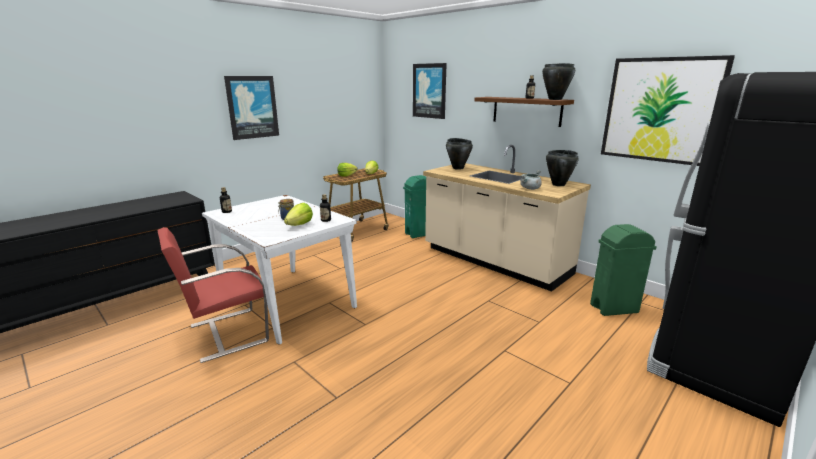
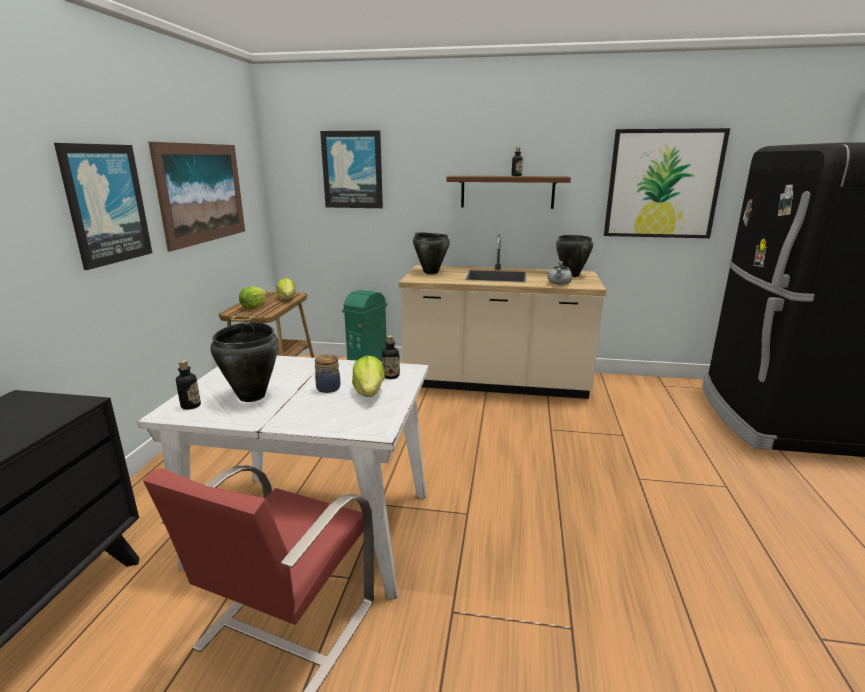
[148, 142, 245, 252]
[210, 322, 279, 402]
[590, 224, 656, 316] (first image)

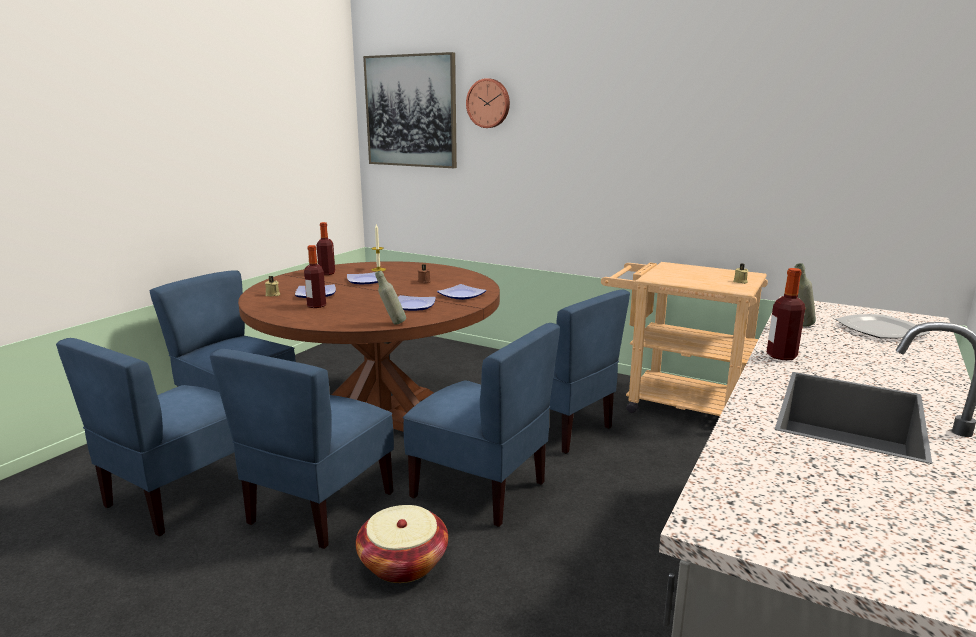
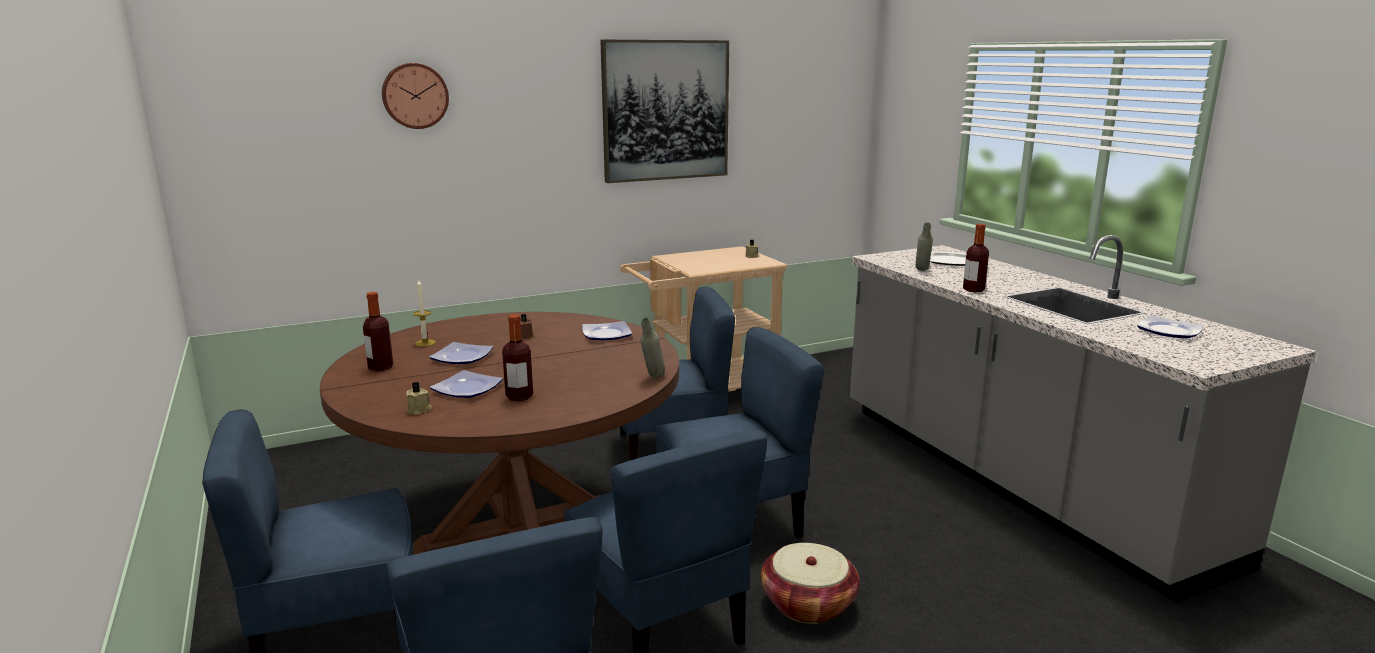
[600, 40, 729, 183]
[1137, 315, 1203, 338]

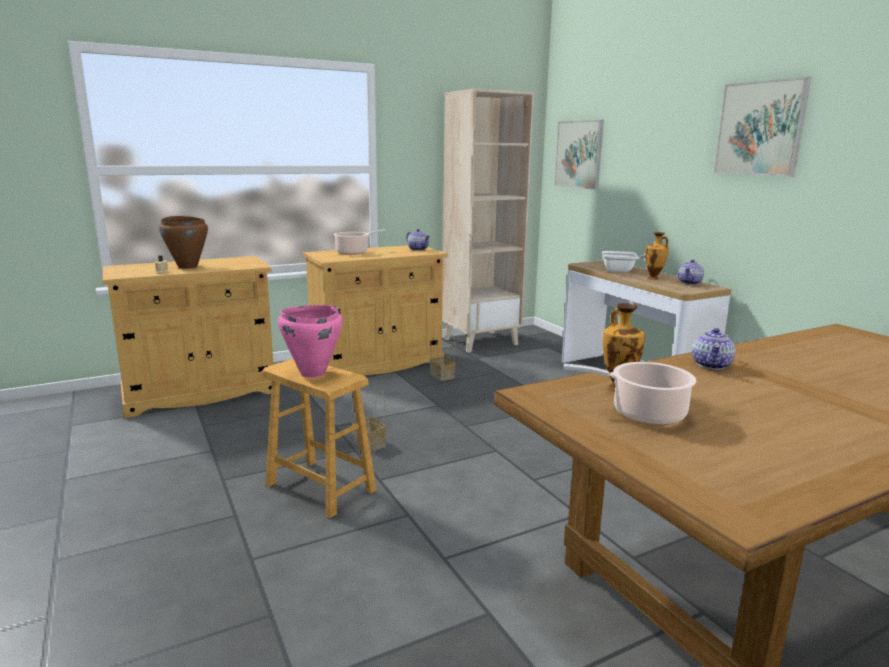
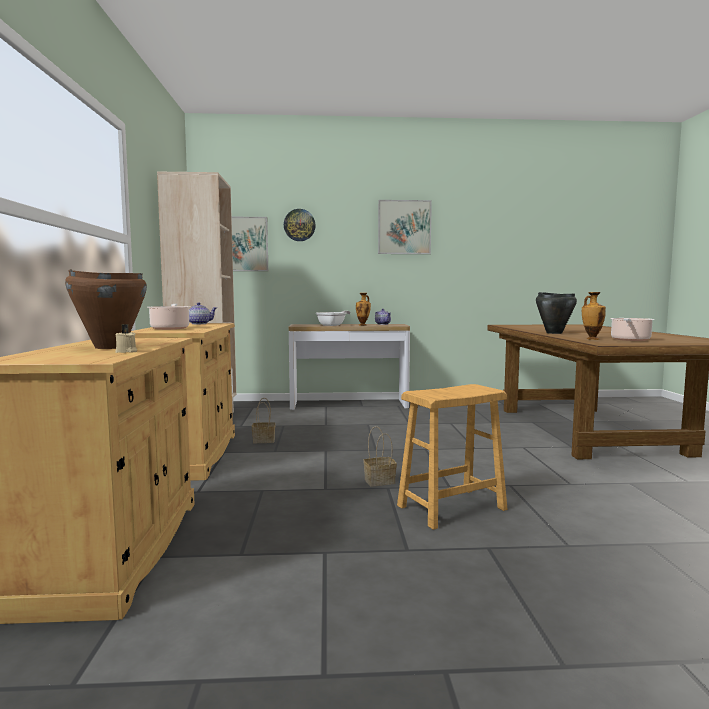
[284, 209, 316, 241]
[536, 292, 577, 334]
[278, 305, 343, 378] (first image)

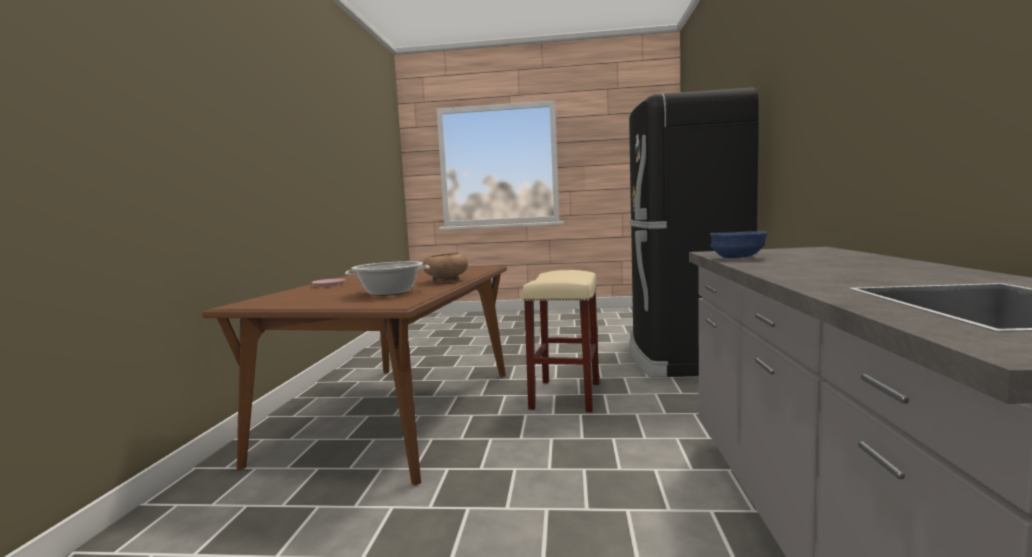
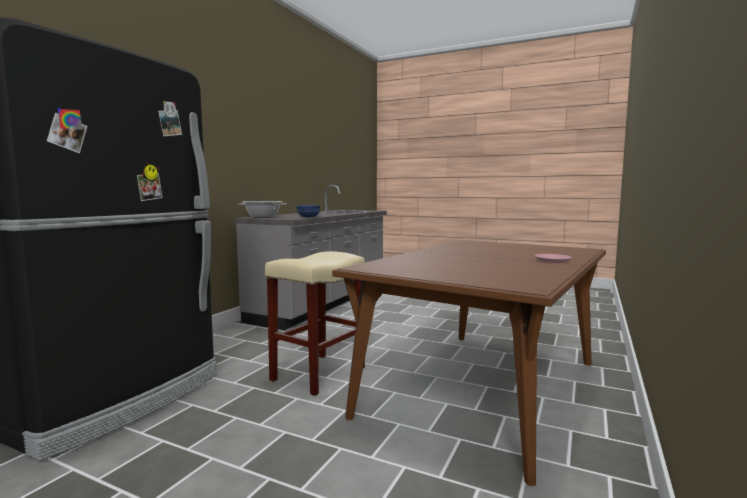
[238, 201, 287, 218]
[423, 253, 468, 282] (first image)

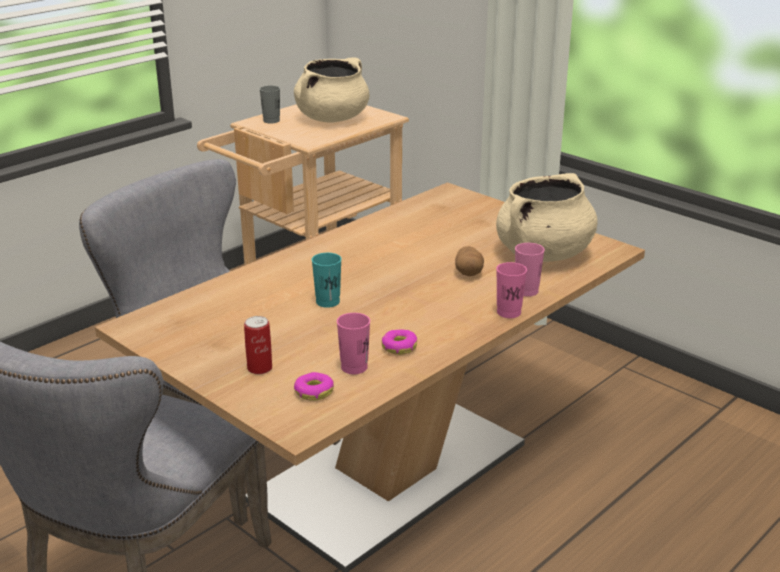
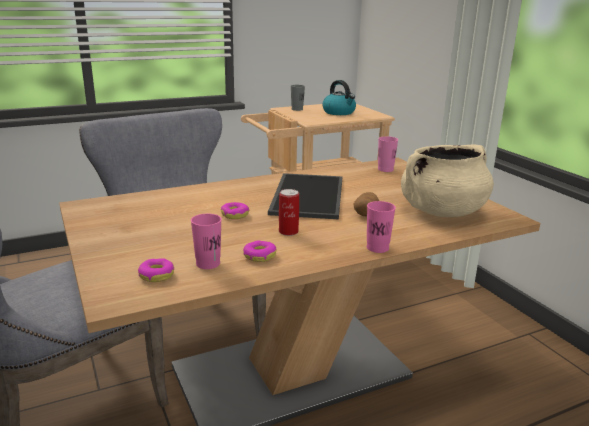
[221, 202, 249, 219]
[268, 173, 342, 219]
[279, 189, 299, 236]
[323, 80, 356, 115]
[378, 136, 398, 172]

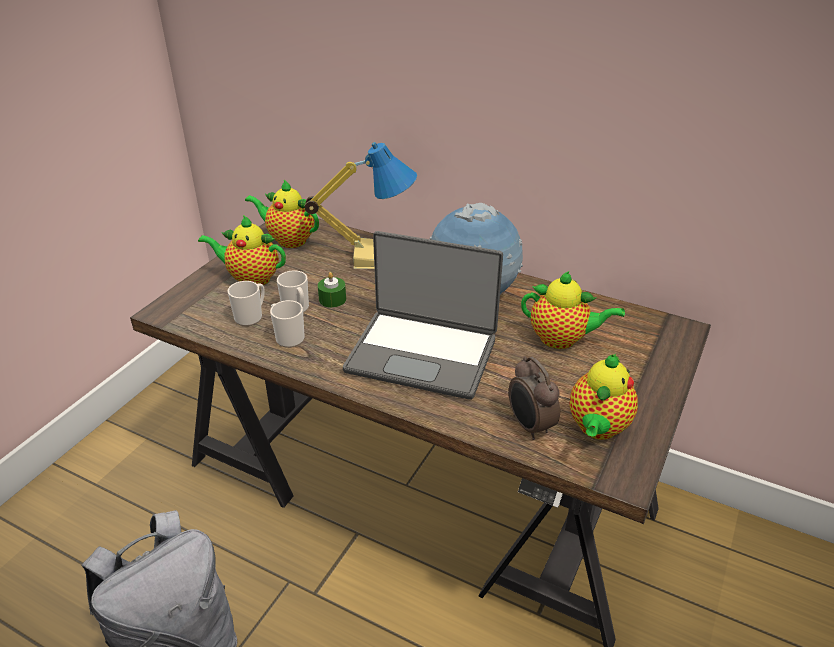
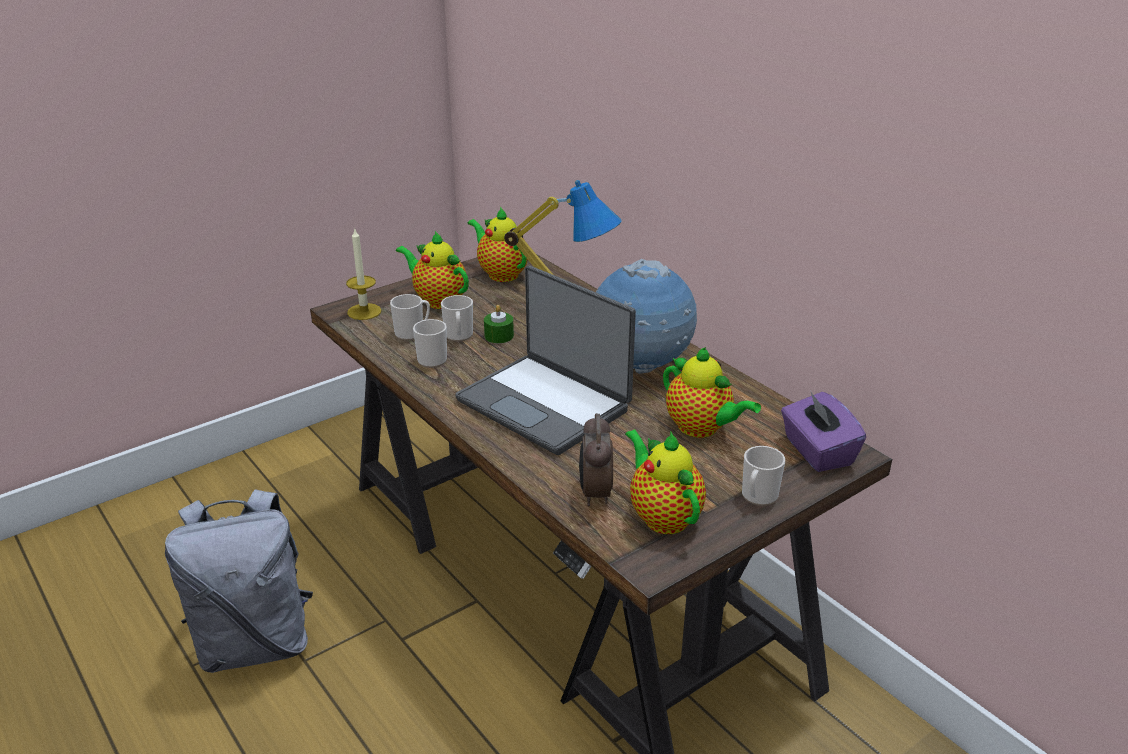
[346, 227, 381, 320]
[625, 429, 706, 534]
[742, 446, 785, 506]
[781, 392, 866, 472]

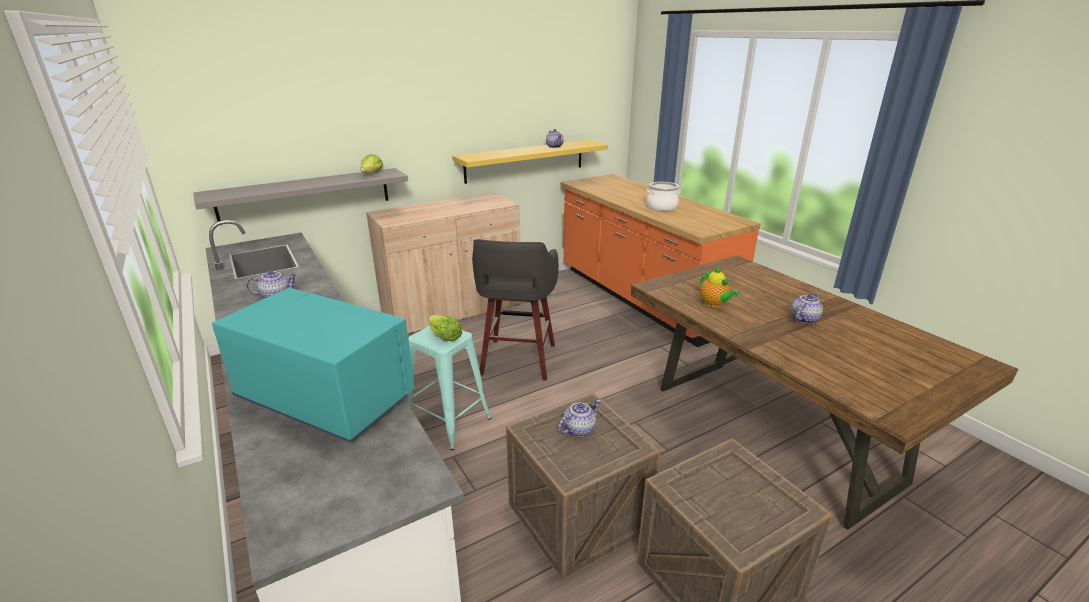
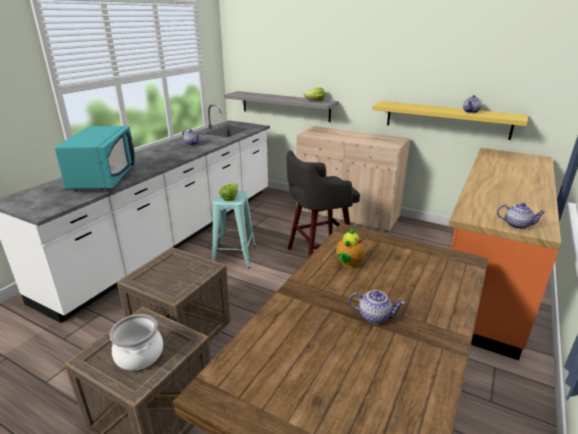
[110, 314, 163, 371]
[497, 203, 546, 229]

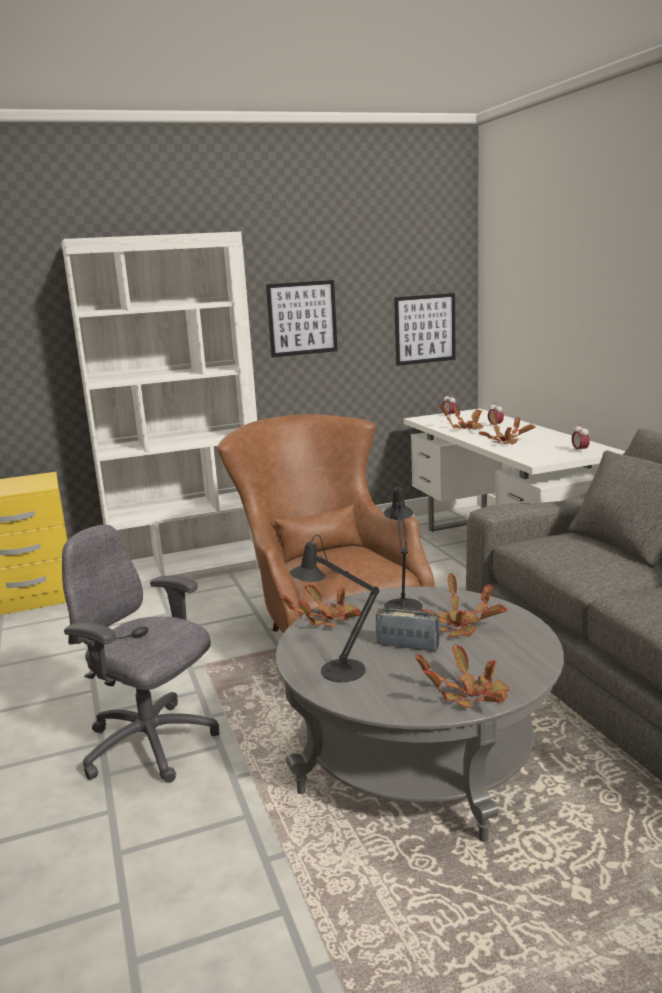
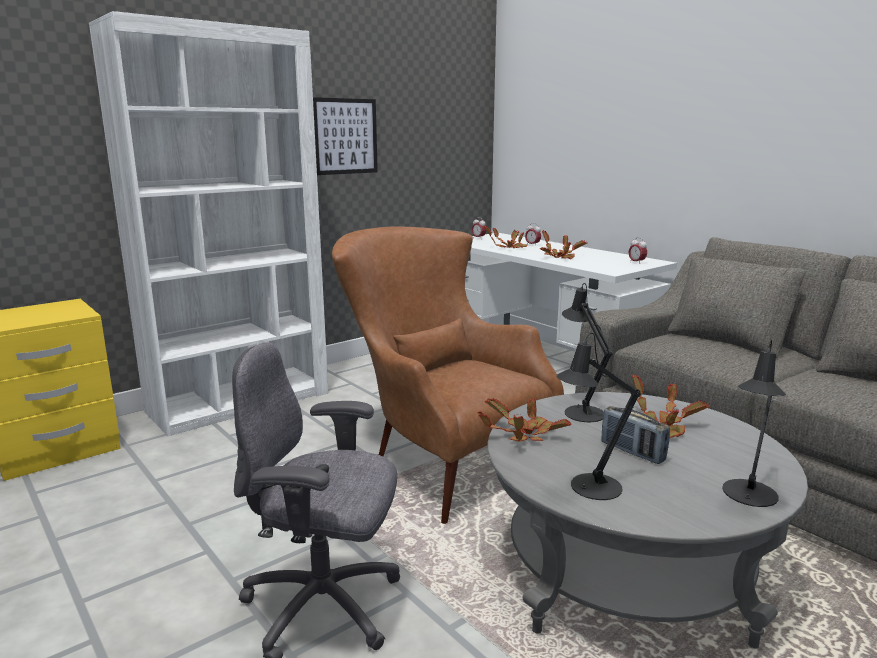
[601, 406, 670, 464]
[722, 339, 786, 507]
[394, 293, 456, 366] (first image)

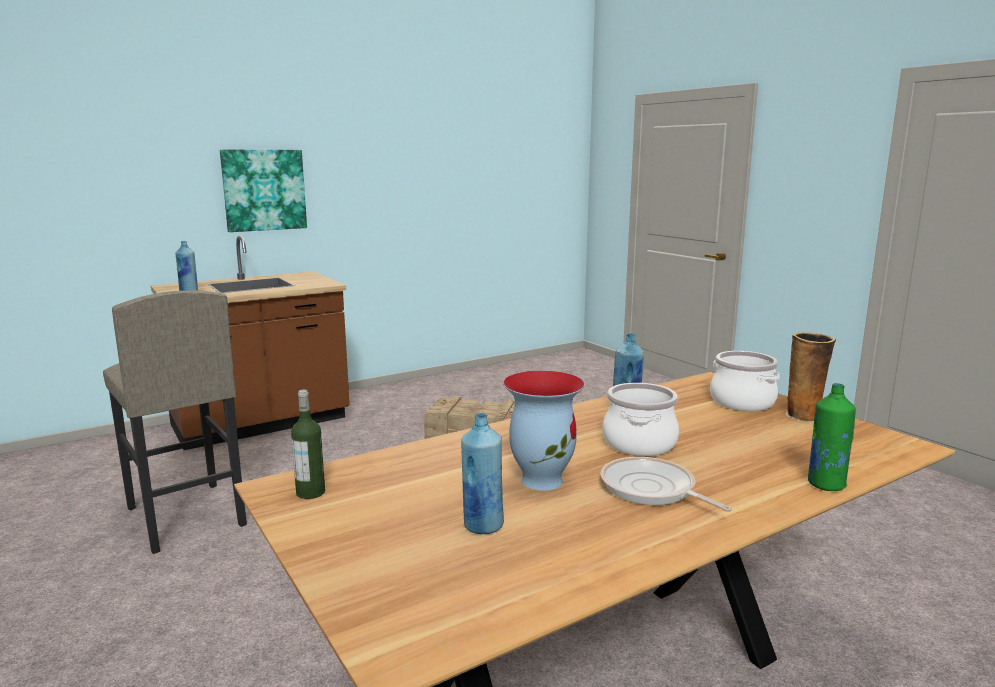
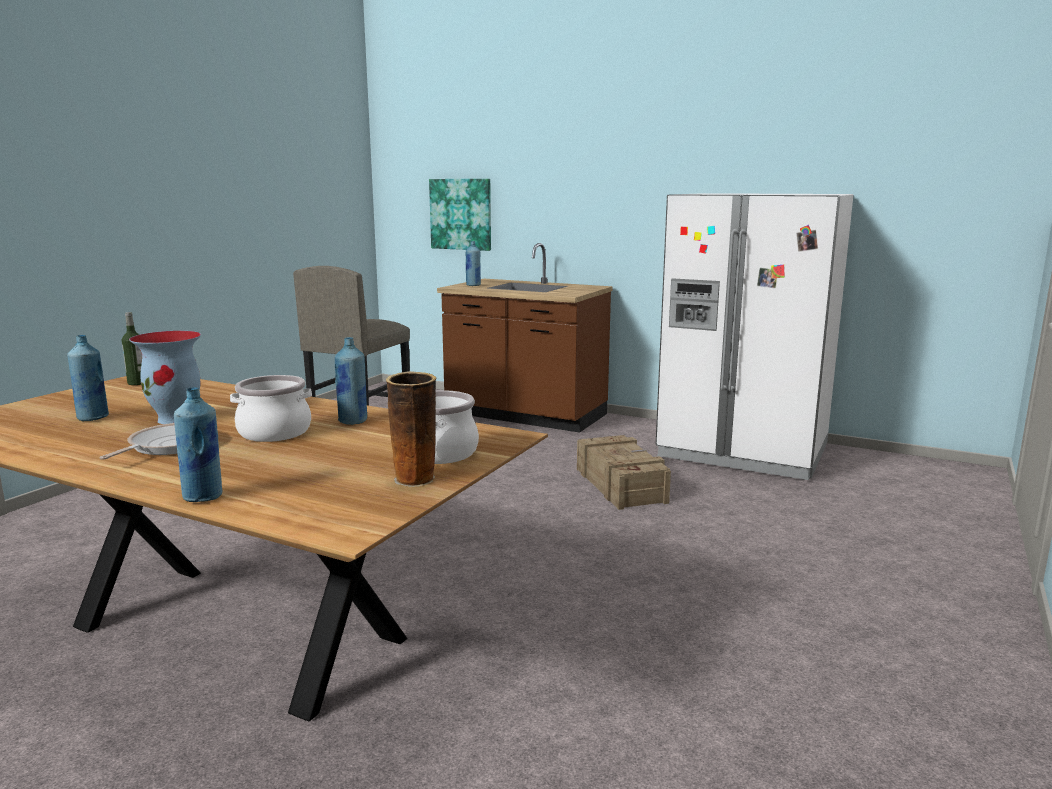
[174, 387, 222, 502]
[429, 179, 491, 251]
[656, 193, 853, 480]

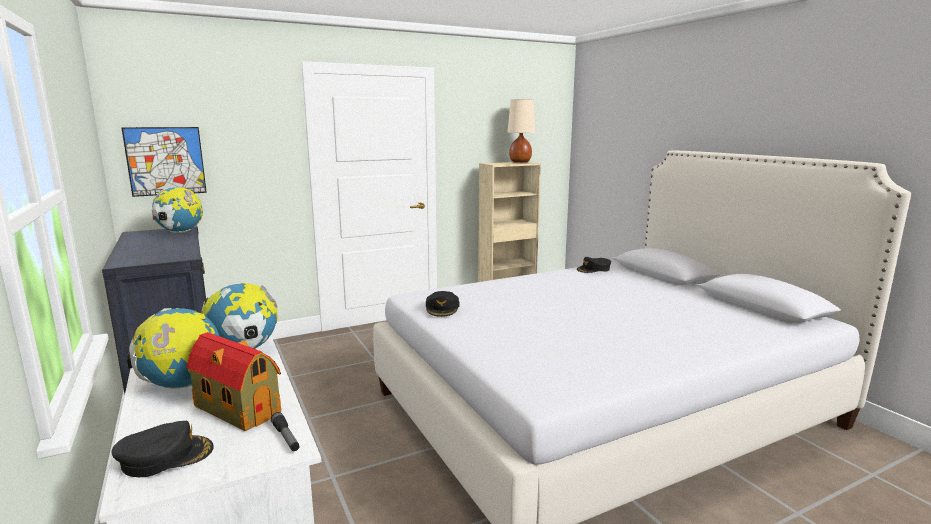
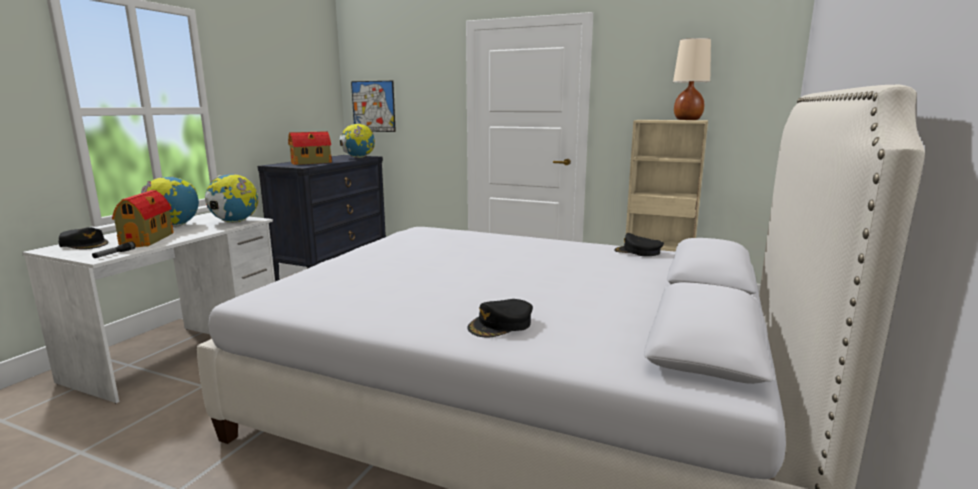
[288, 131, 332, 165]
[467, 299, 533, 338]

